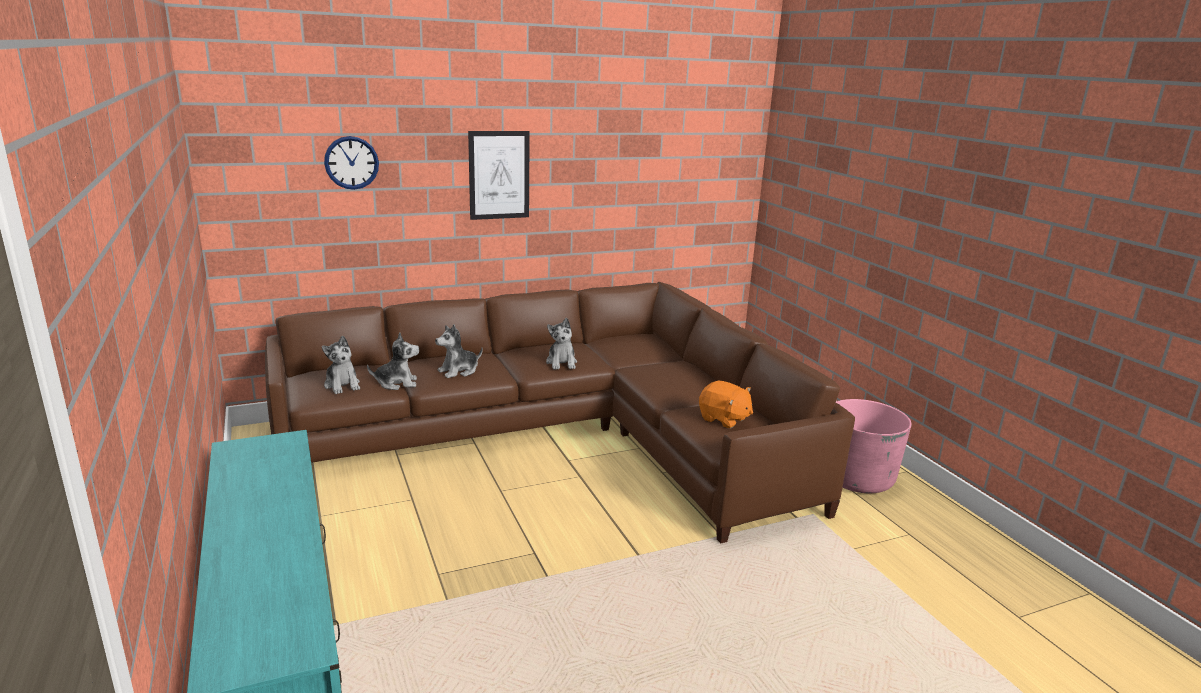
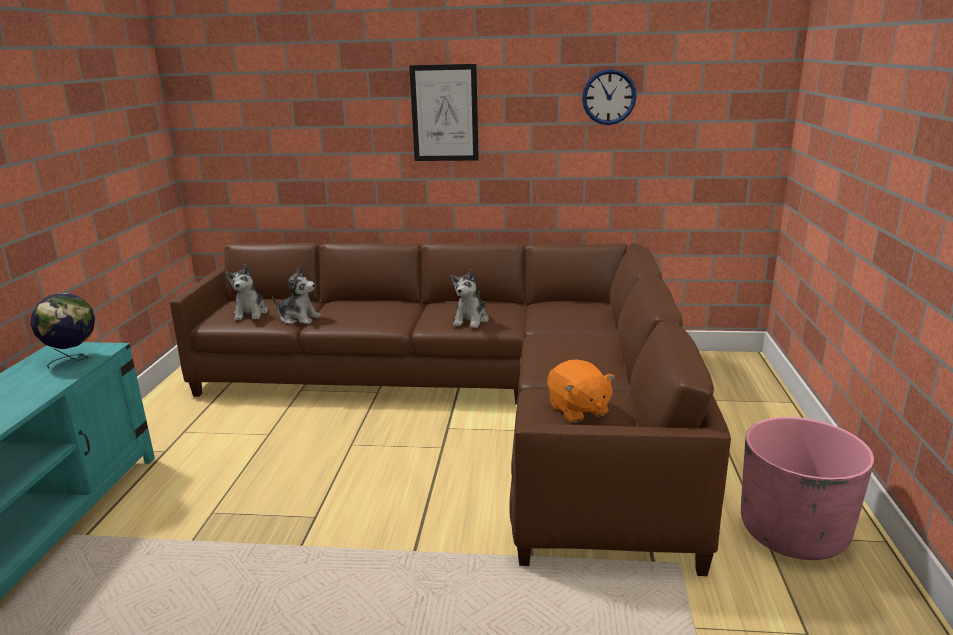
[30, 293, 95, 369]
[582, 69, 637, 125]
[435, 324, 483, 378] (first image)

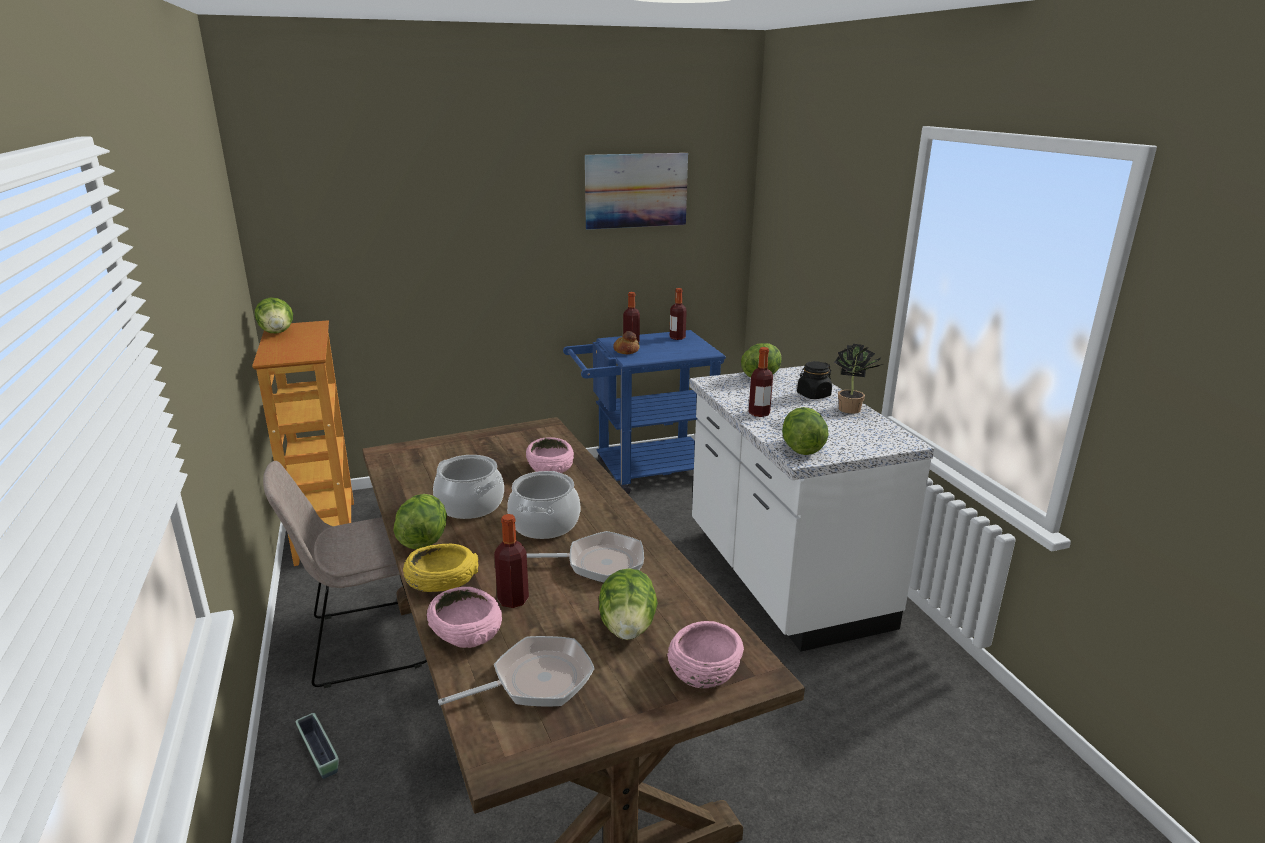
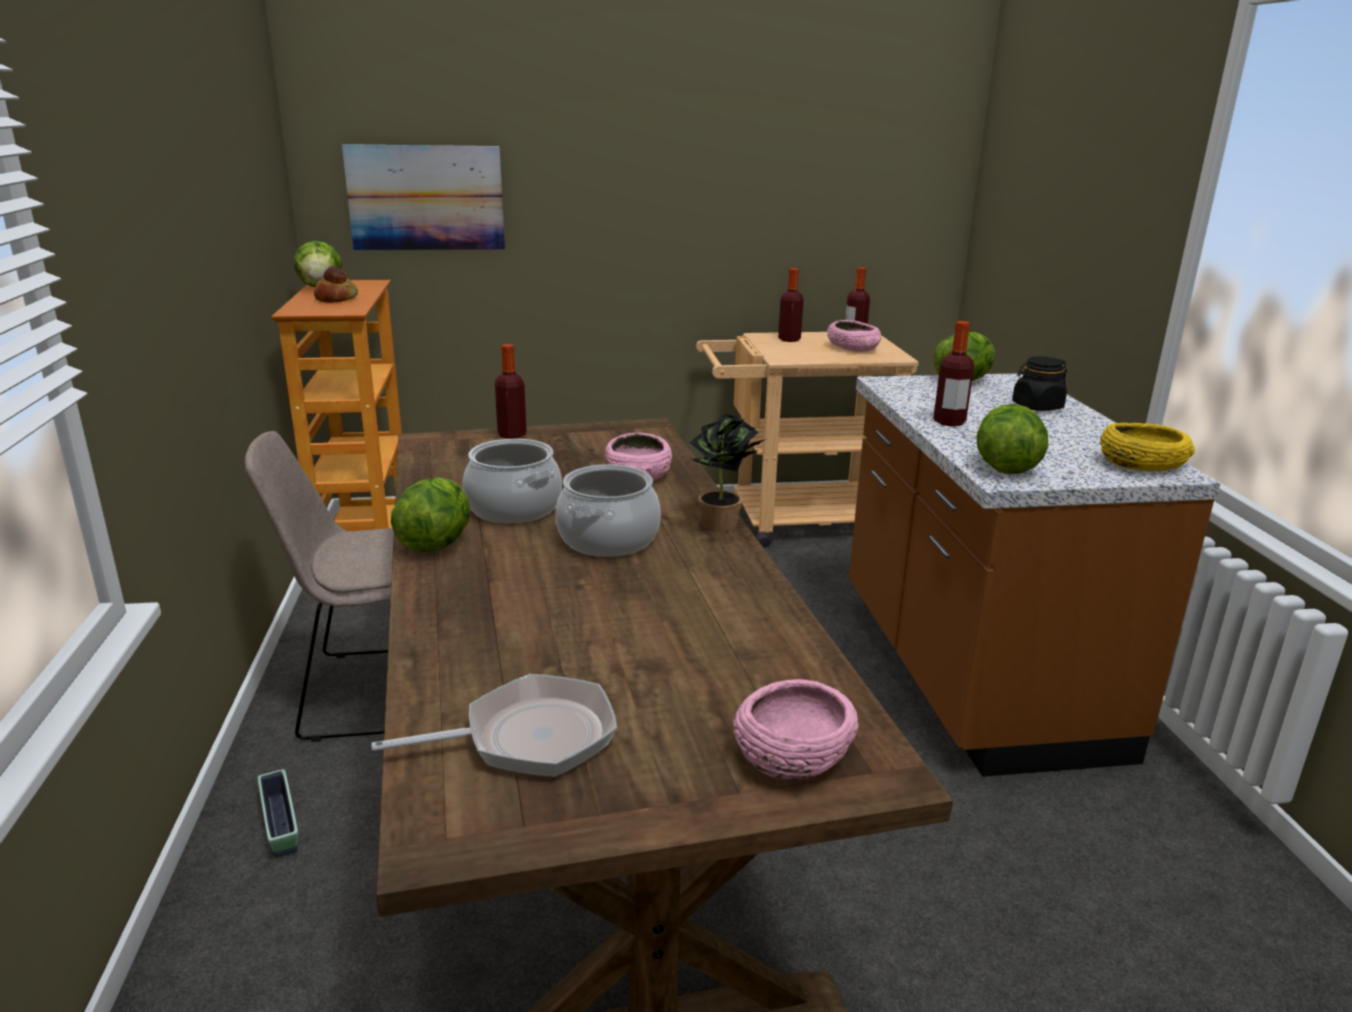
[314, 266, 358, 303]
[342, 144, 505, 250]
[495, 344, 527, 439]
[689, 414, 766, 531]
[696, 332, 919, 548]
[827, 320, 881, 352]
[849, 373, 1221, 777]
[1100, 423, 1195, 471]
[527, 531, 644, 583] (first image)
[599, 568, 658, 640] (first image)

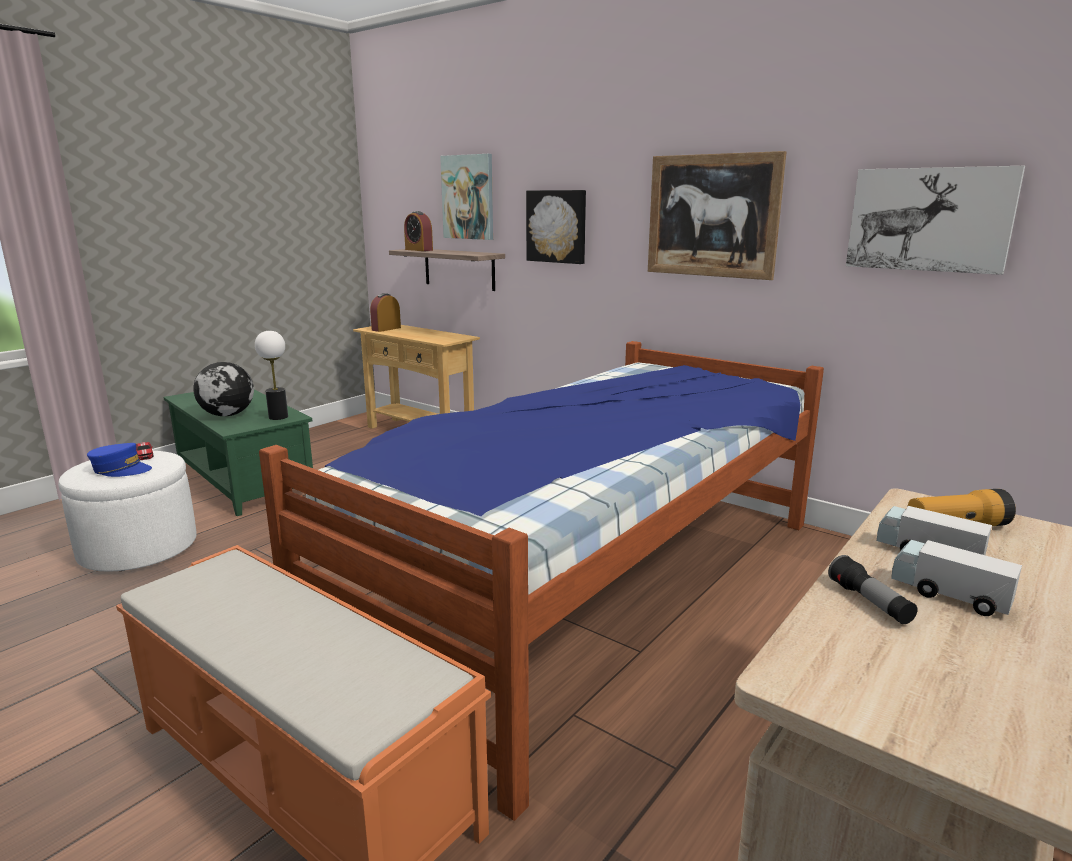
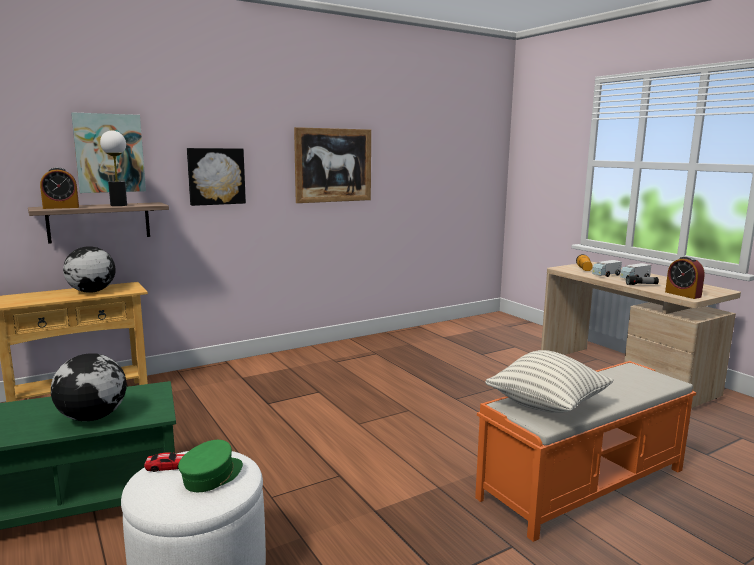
[63, 246, 116, 293]
[100, 131, 127, 206]
[178, 440, 243, 492]
[485, 350, 614, 413]
[665, 256, 705, 299]
[259, 341, 824, 821] (first image)
[846, 166, 1025, 275] (first image)

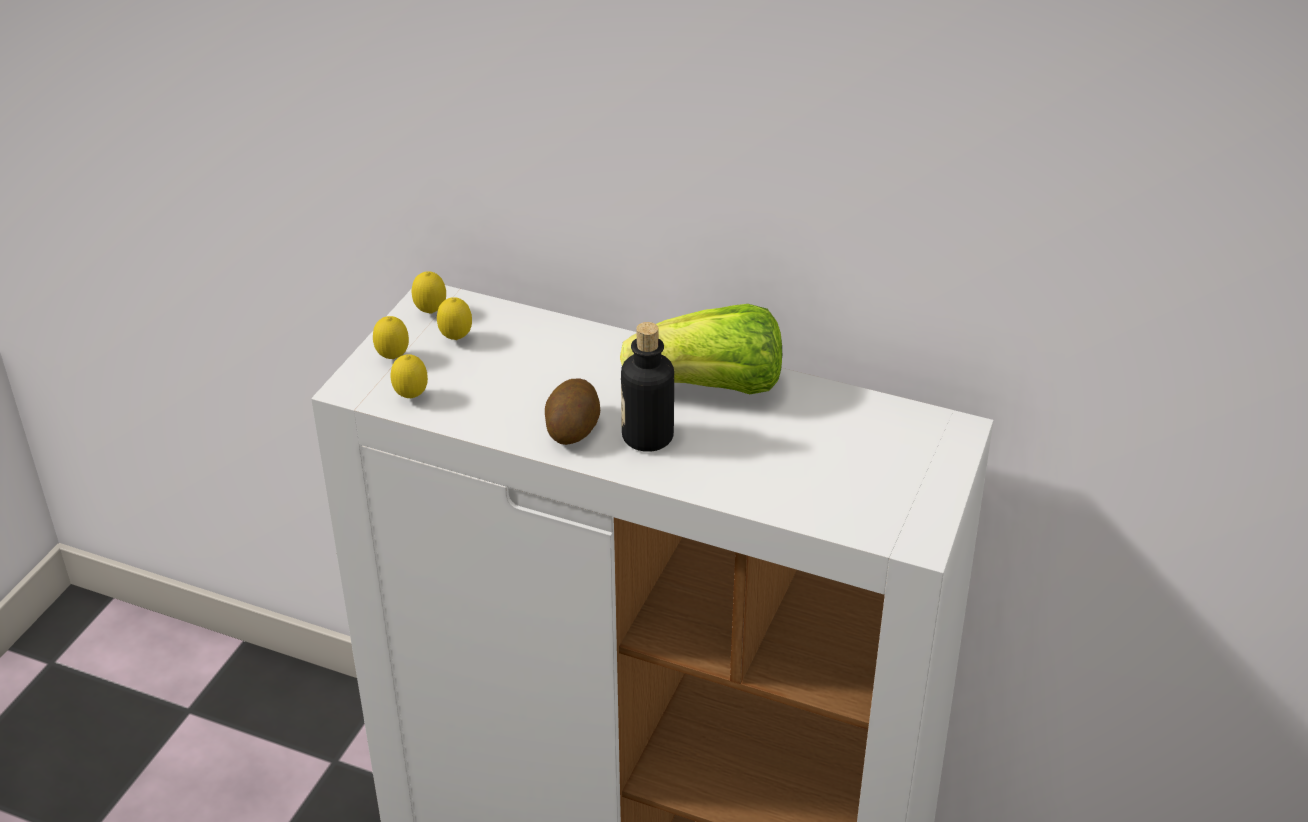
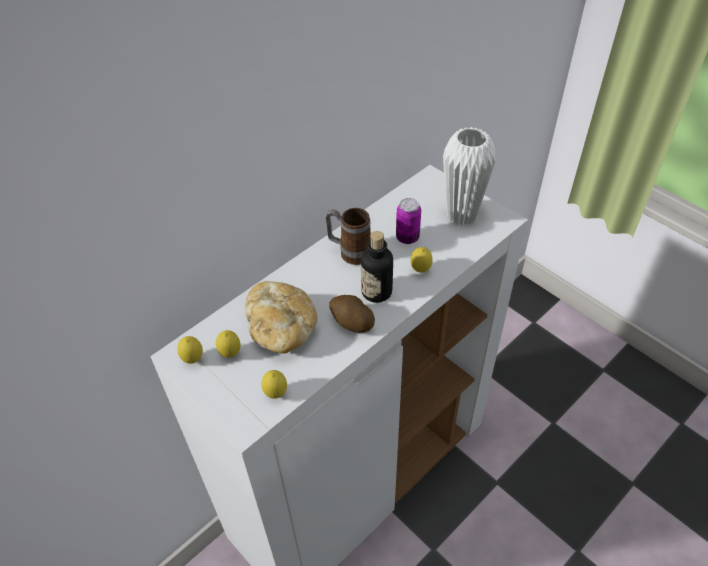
[245, 281, 317, 354]
[326, 208, 371, 265]
[396, 198, 421, 244]
[411, 247, 433, 273]
[443, 127, 496, 226]

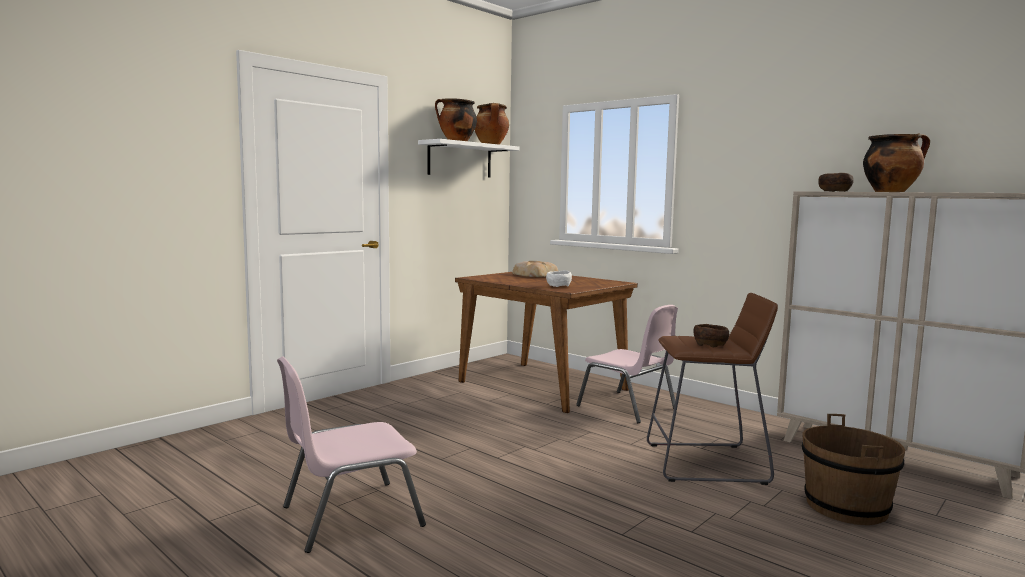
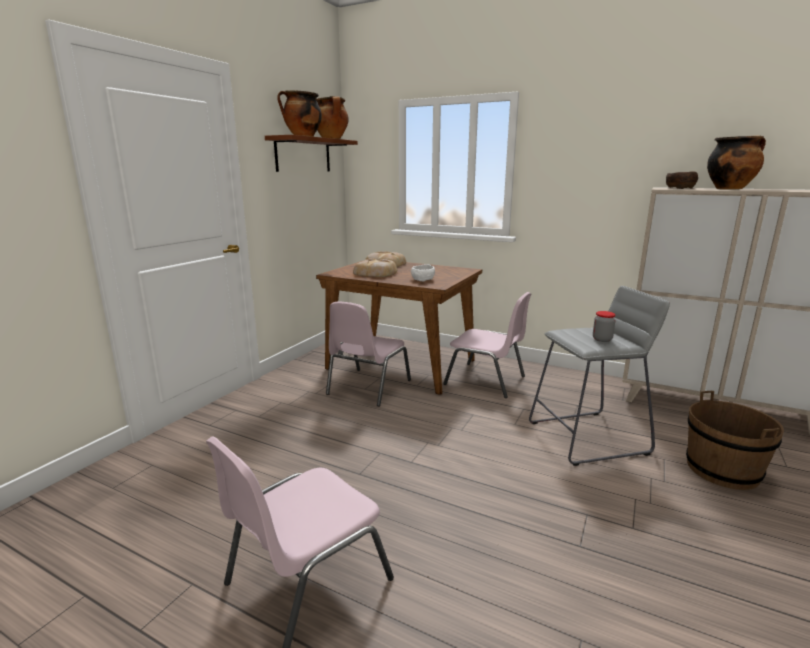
[265, 135, 358, 172]
[326, 301, 411, 406]
[353, 258, 397, 277]
[529, 286, 670, 466]
[593, 311, 616, 342]

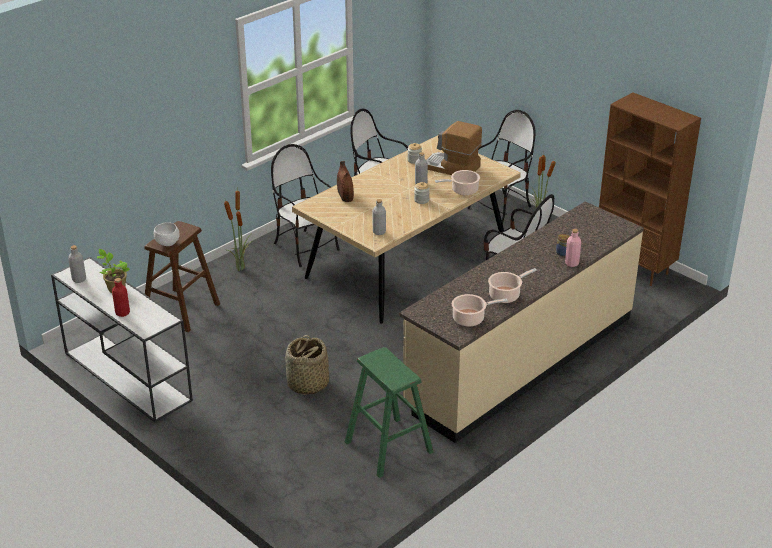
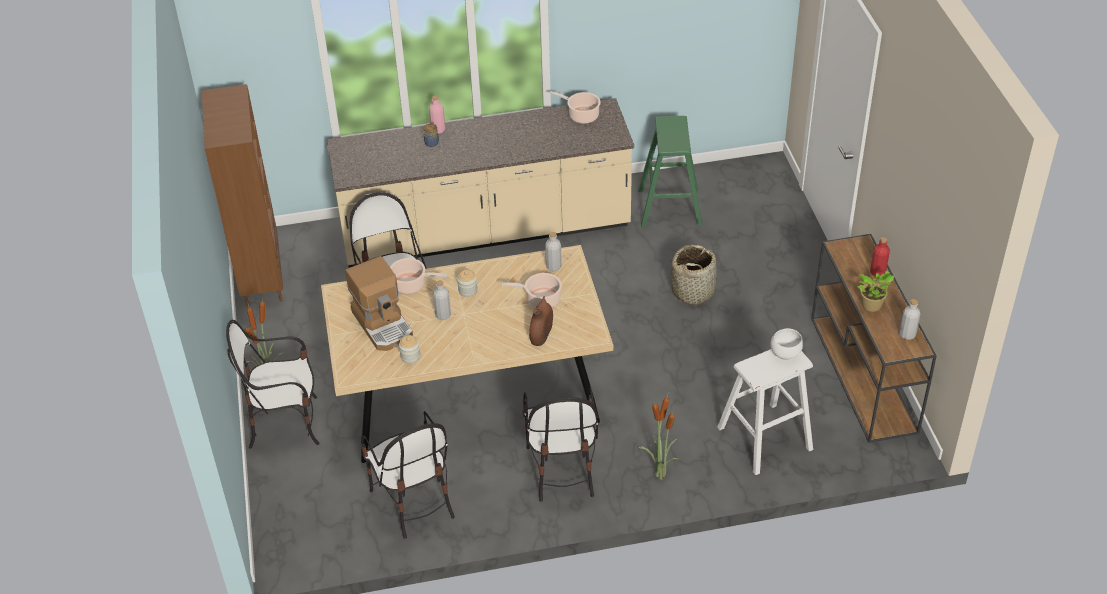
[501, 273, 562, 308]
[717, 349, 813, 475]
[811, 234, 937, 443]

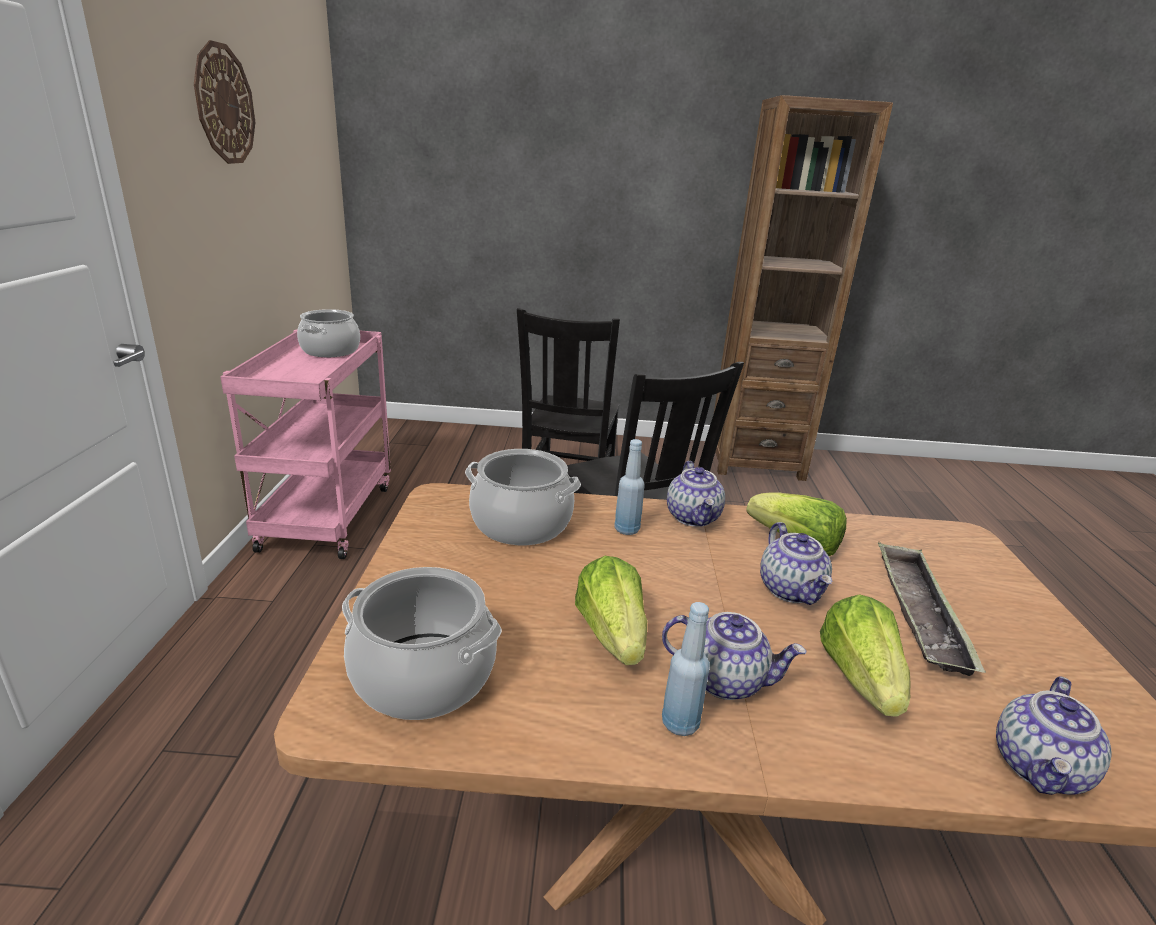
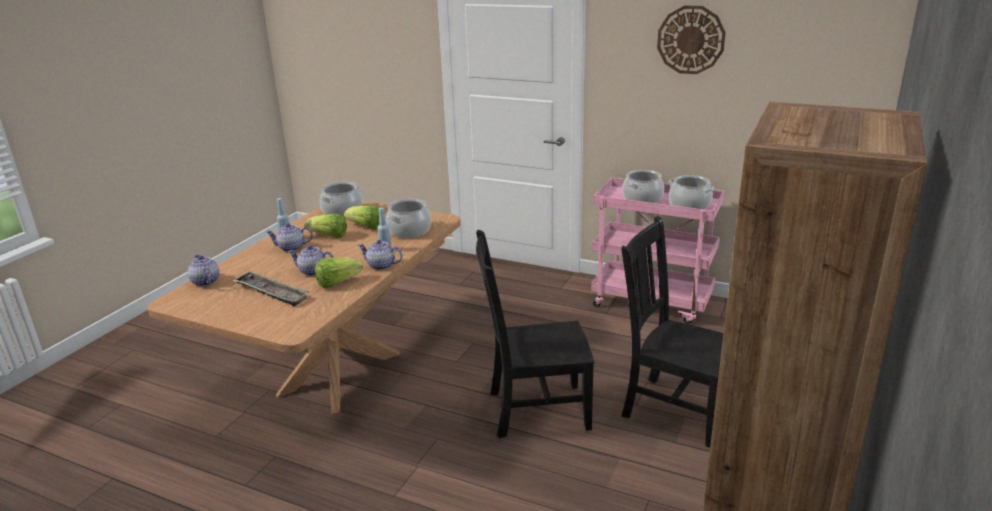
[266, 223, 313, 252]
[344, 206, 380, 229]
[622, 170, 664, 203]

